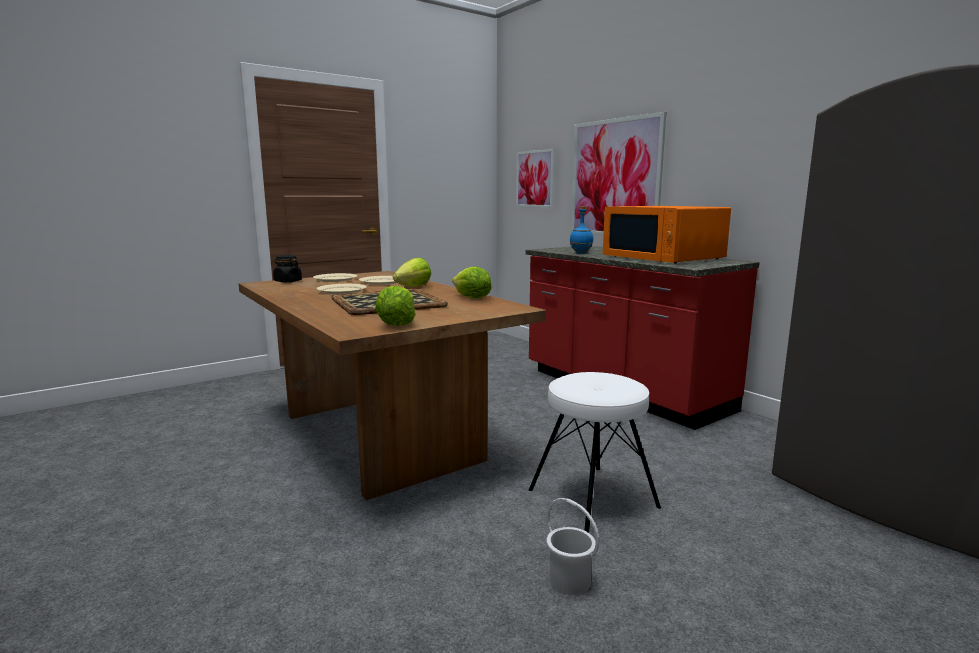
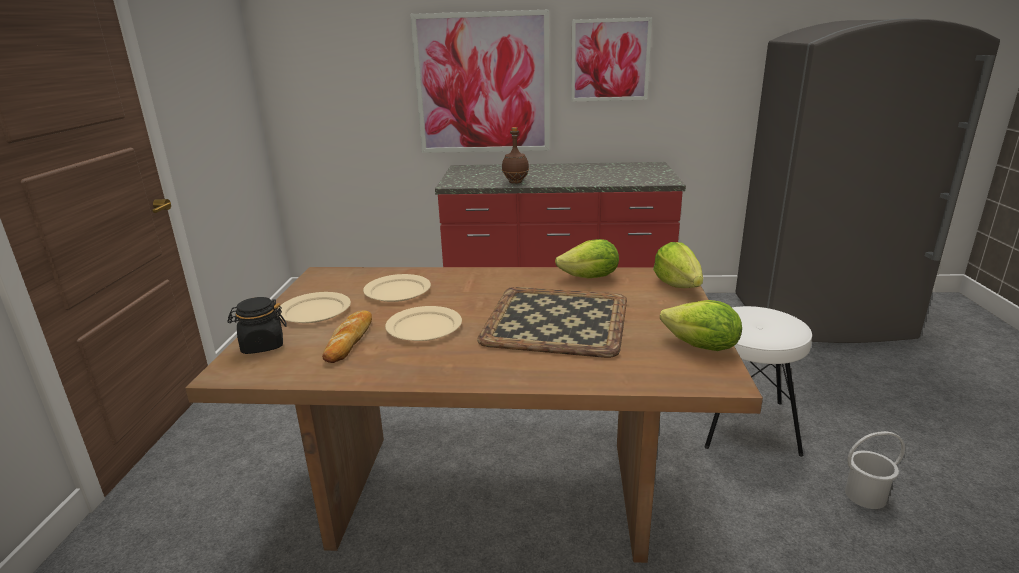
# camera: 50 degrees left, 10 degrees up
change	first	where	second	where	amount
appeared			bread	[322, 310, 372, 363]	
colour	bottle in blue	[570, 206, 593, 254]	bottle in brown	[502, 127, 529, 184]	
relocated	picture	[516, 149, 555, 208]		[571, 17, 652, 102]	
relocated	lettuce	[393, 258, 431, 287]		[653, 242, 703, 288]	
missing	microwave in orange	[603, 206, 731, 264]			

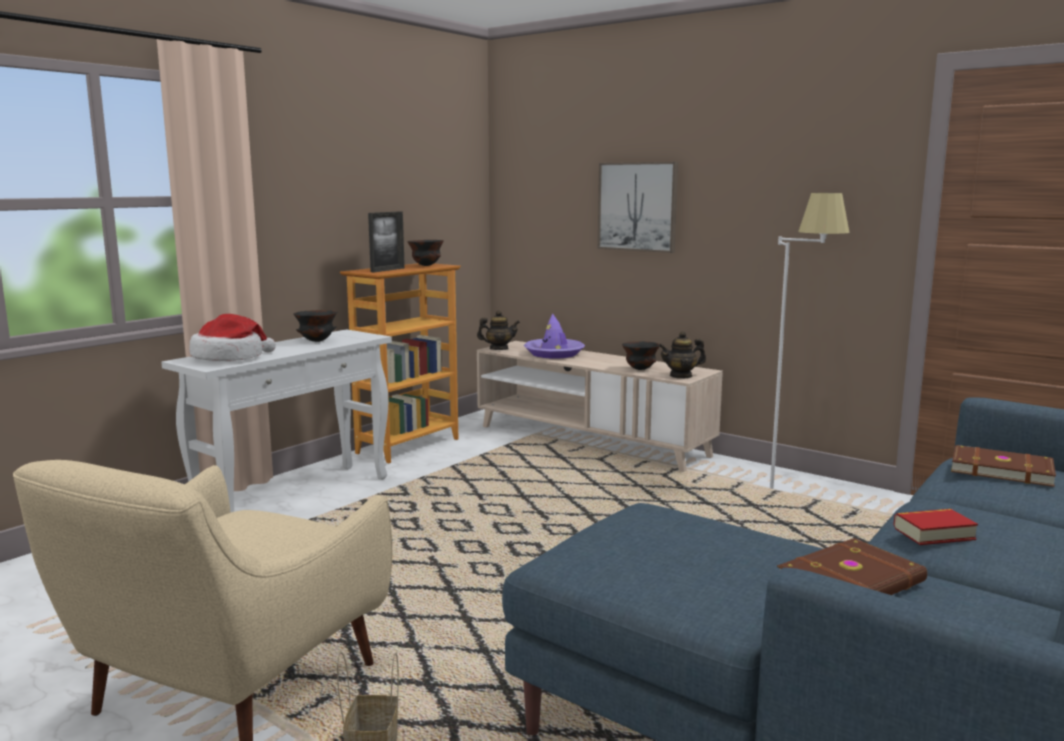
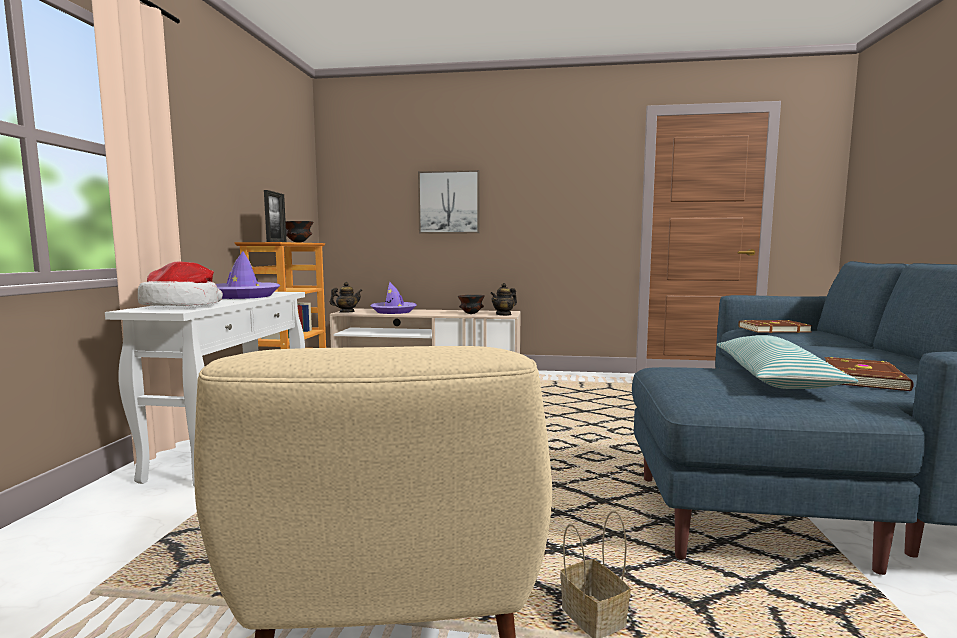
# camera: 30 degrees left, 5 degrees down
change	first	where	second	where	amount
exchanged	bowl in black	[293, 310, 337, 342]	hat in purple	[216, 251, 281, 299]	
appeared			pillow	[717, 335, 858, 389]	
missing	floor lamp in white	[753, 193, 850, 493]			
missing	book	[894, 509, 978, 545]			

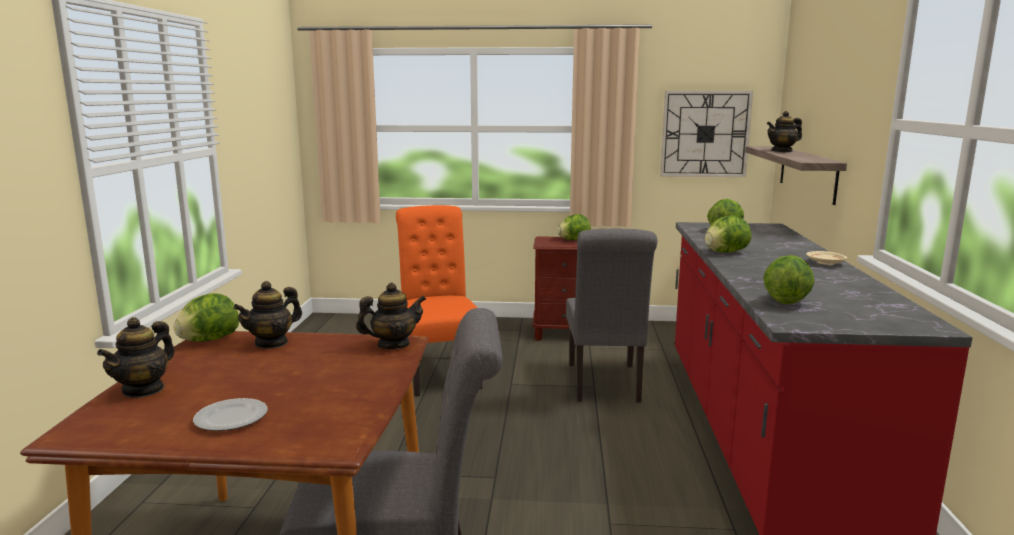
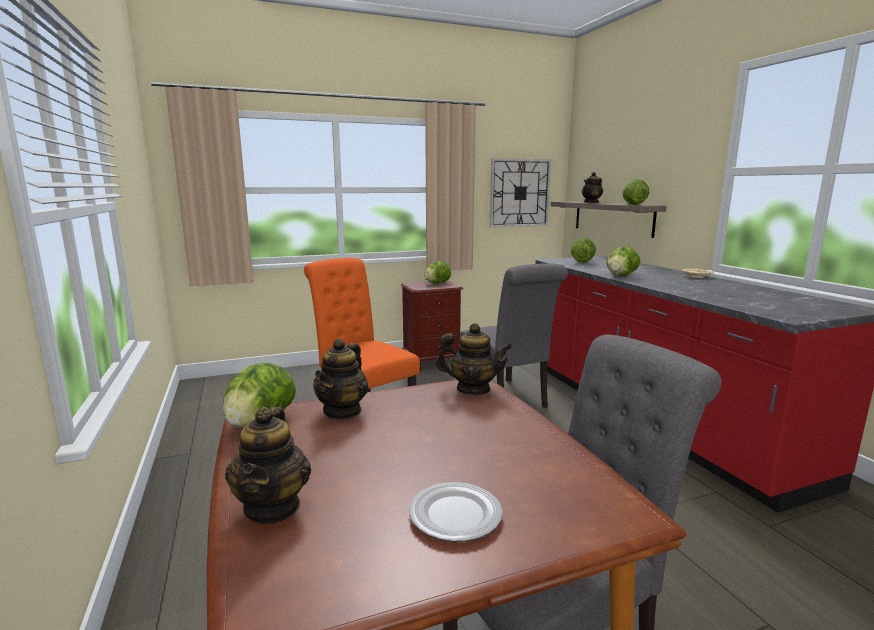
# camera: 25 degrees left, 0 degrees up
change	first	where	second	where	amount
spun	teapot	[356, 282, 426, 349]		[436, 323, 513, 395]	60 degrees clockwise
relocated	lettuce	[763, 255, 814, 304]		[623, 179, 649, 205]	

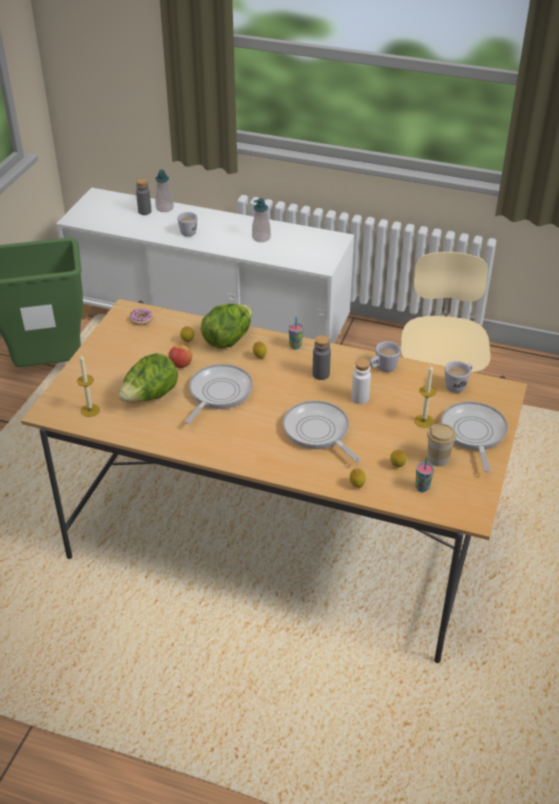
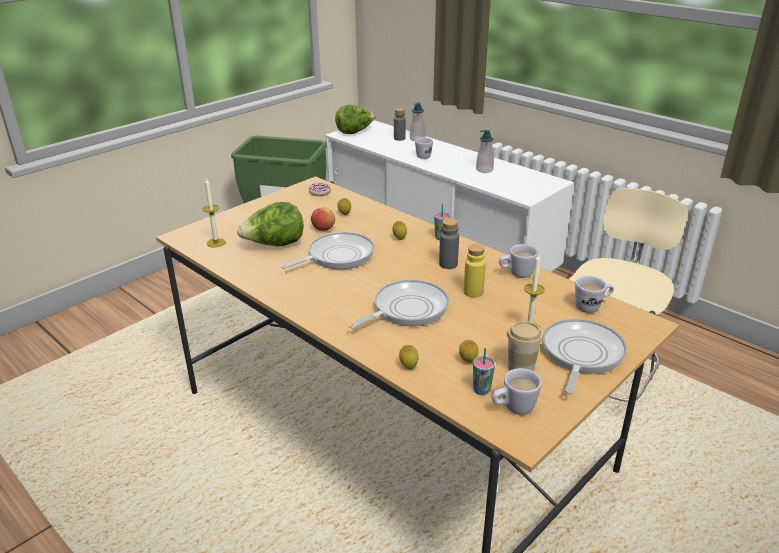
# camera: 25 degrees right, 10 degrees down
change	first	where	second	where	amount
relocated	lettuce	[201, 303, 252, 349]		[335, 105, 376, 134]	
spun	frying pan	[283, 401, 361, 462]		[349, 280, 449, 329]	60 degrees clockwise
colour	bottle in white	[351, 358, 371, 404]	bottle in yellow	[464, 244, 486, 298]	
appeared			mug in white	[492, 368, 542, 415]	

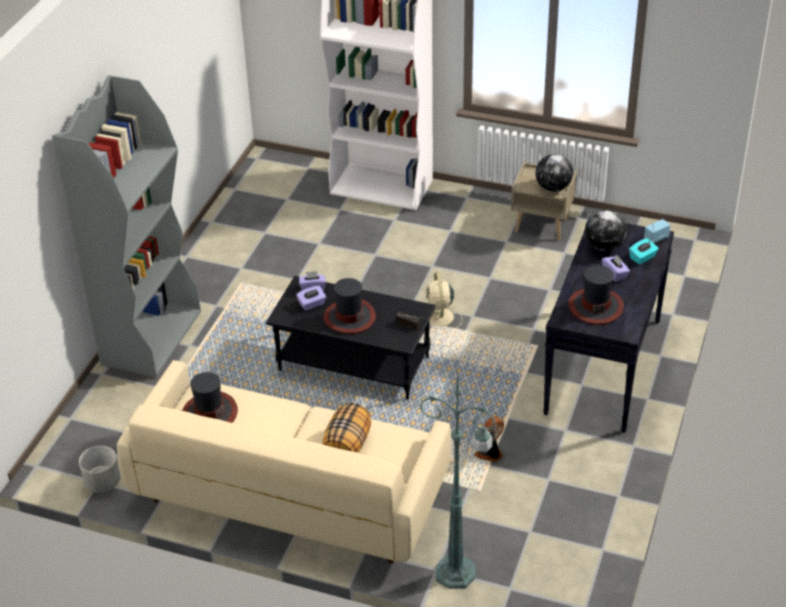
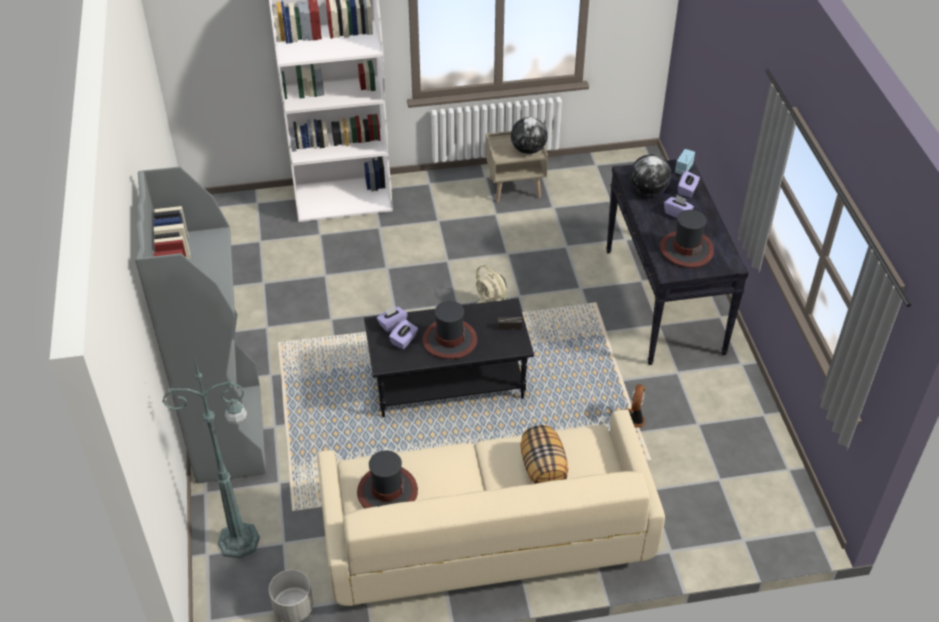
# camera: 30 degrees left, 5 degrees up
change	first	where	second	where	amount
relocated	floor lamp in green	[420, 373, 495, 589]		[162, 354, 260, 558]	
colour	tissue box in turquoise	[629, 238, 659, 265]	tissue box in purple	[678, 171, 700, 198]	

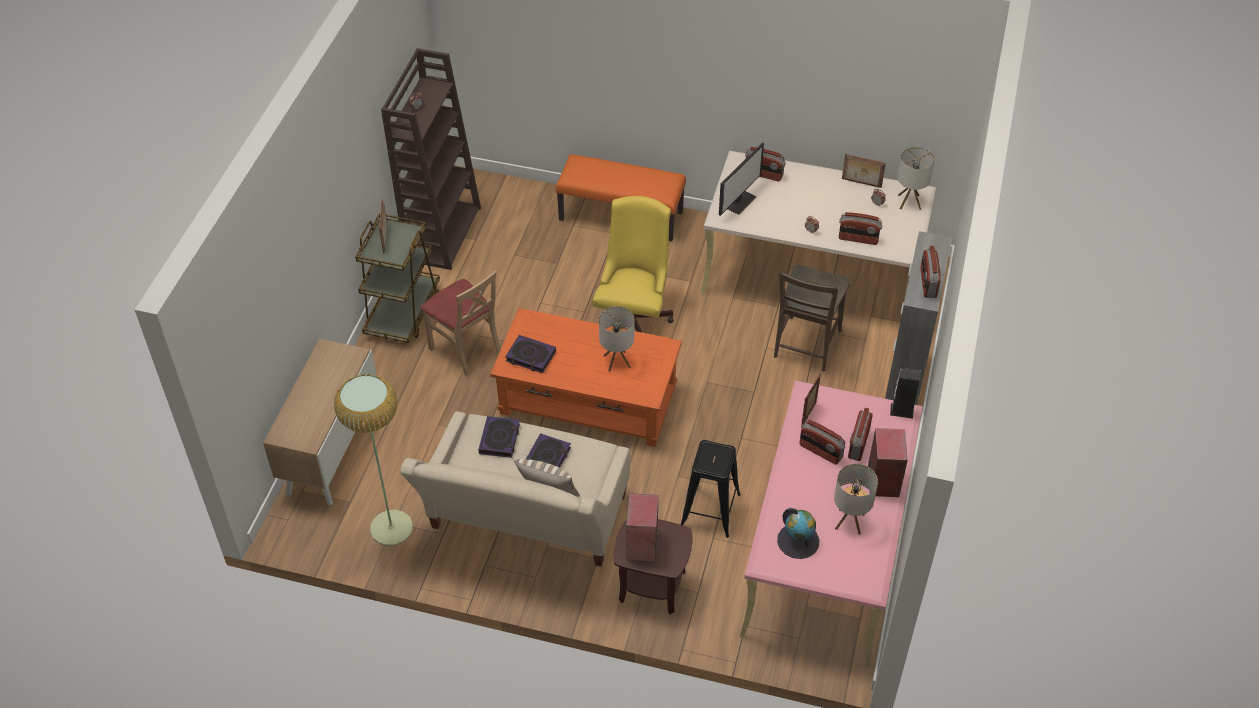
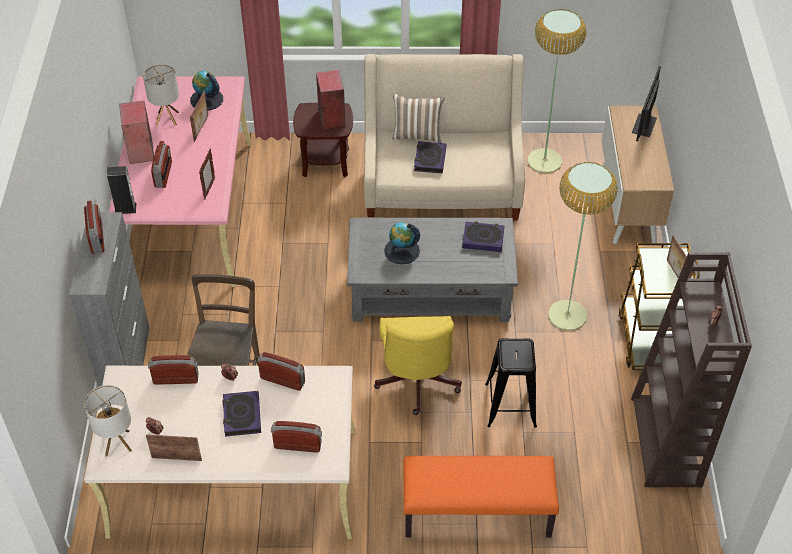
# camera: 165 degrees right, 0 degrees up
change	first	where	second	where	amount
appeared			picture frame	[190, 91, 208, 142]	
relocated	book	[479, 416, 520, 458]		[222, 391, 261, 437]	
relocated	radio	[799, 420, 845, 465]		[258, 352, 305, 391]	
colour	coffee table in orange	[490, 308, 682, 447]	coffee table in grey	[347, 218, 518, 322]	
exchanged	table lamp	[599, 306, 634, 372]	globe	[384, 222, 420, 264]	
relocated	stool in black	[680, 440, 741, 538]		[485, 338, 537, 428]	
exchanged	chair in beige	[421, 271, 501, 376]	floor lamp	[548, 162, 618, 331]	
relocated	monitor	[719, 143, 764, 216]		[631, 66, 661, 141]	

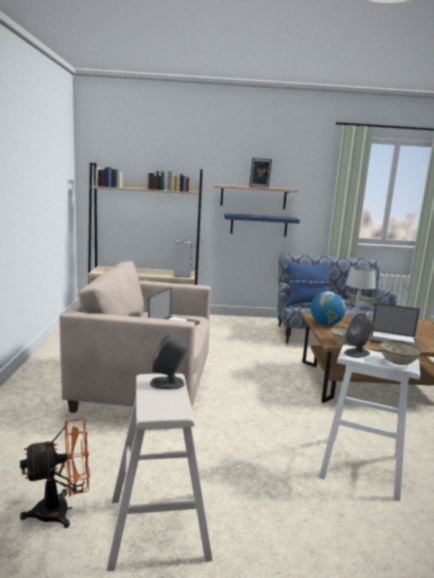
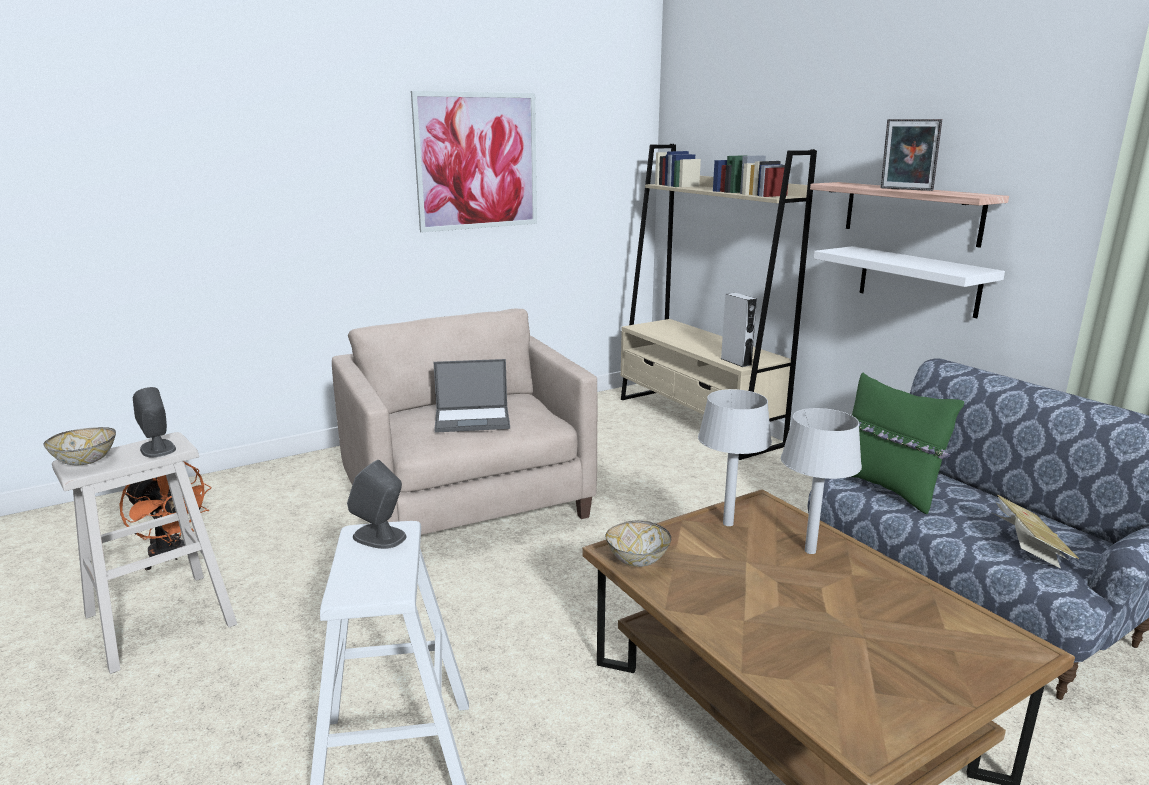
# camera: 60 degrees right, 5 degrees up
change	first	where	second	where	amount
relocated	bowl	[380, 340, 421, 365]		[44, 427, 116, 465]	
appeared			picture	[411, 91, 537, 232]	
exchanged	globe	[311, 291, 346, 326]	table lamp in grey	[698, 389, 772, 526]	
colour	shelf in blue	[224, 213, 300, 237]	shelf in white	[814, 246, 1005, 318]	
colour	pillow in blue	[287, 261, 332, 306]	pillow in green	[851, 373, 964, 514]	
missing	laptop	[371, 303, 420, 348]			

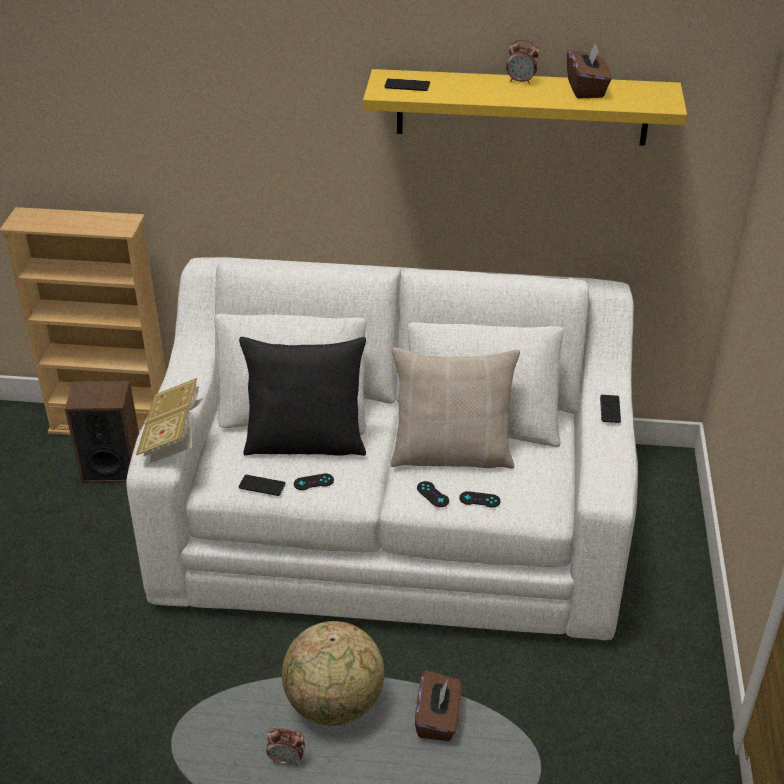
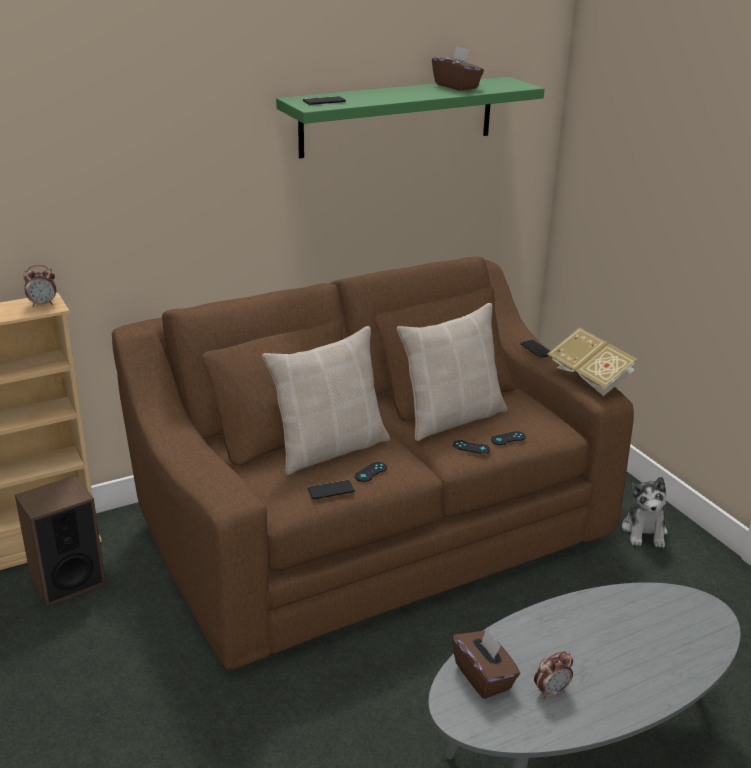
# camera: 35 degrees left, 10 degrees down
change	first	where	second	where	amount
relocated	alarm clock	[506, 39, 539, 84]		[23, 265, 56, 307]	
colour	sofa in white	[126, 257, 638, 640]	sofa in brown	[112, 257, 634, 669]	
colour	pillow in black	[239, 337, 366, 456]	pillow in beige	[262, 326, 390, 475]	
colour	shelf in yellow	[363, 69, 687, 146]	shelf in green	[276, 77, 545, 159]	
relocated	tissue box in brown	[415, 670, 462, 741]		[452, 627, 520, 699]	
relocated	book	[136, 378, 205, 463]		[547, 328, 637, 396]	
appeared			plush toy	[622, 477, 668, 548]	
missing	globe	[282, 621, 384, 726]			

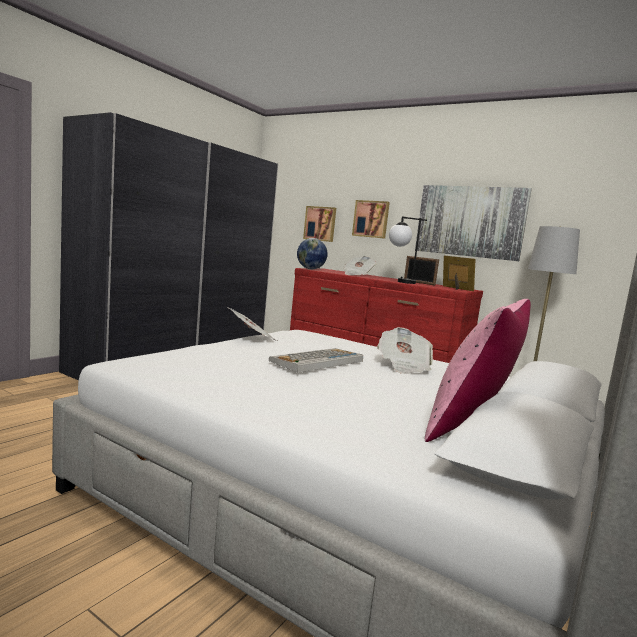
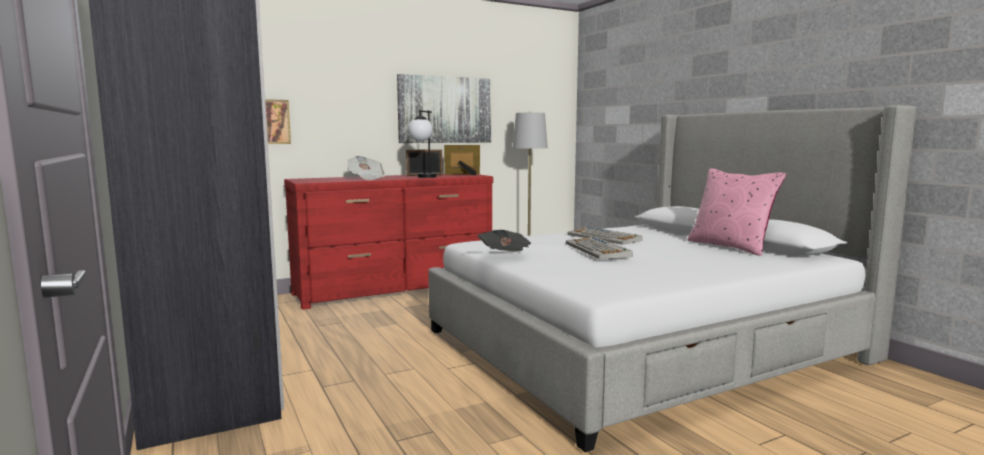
# camera: 60 degrees left, 0 degrees up
change	first	where	second	where	amount
exchanged	newspaper	[377, 327, 433, 374]	keyboard	[568, 227, 642, 245]	
missing	globe	[297, 238, 328, 269]			
missing	picture	[352, 200, 390, 239]			

